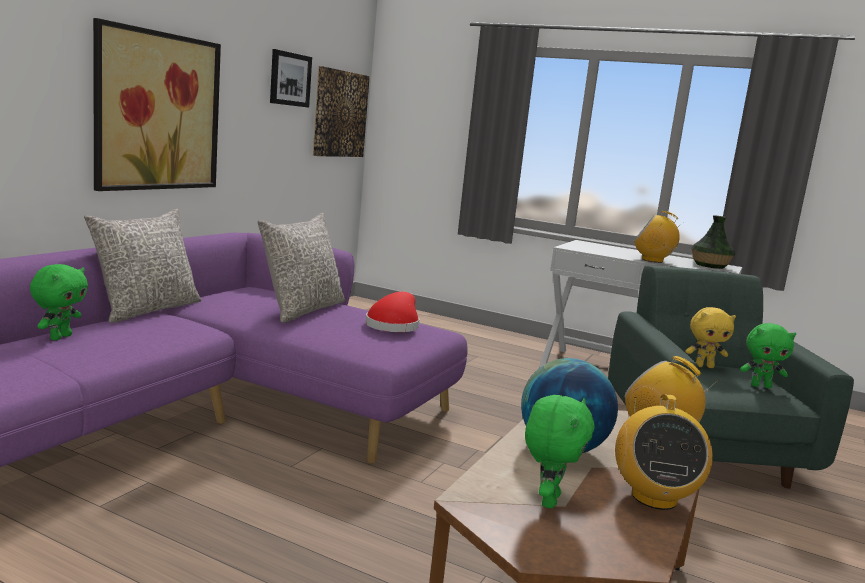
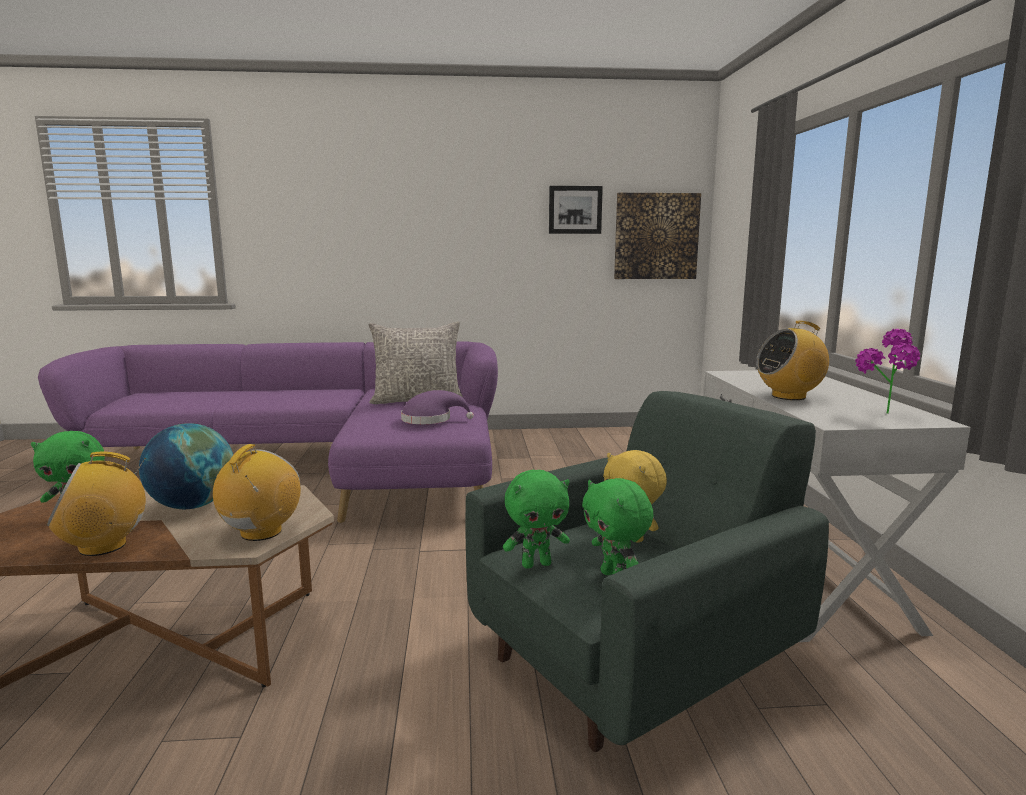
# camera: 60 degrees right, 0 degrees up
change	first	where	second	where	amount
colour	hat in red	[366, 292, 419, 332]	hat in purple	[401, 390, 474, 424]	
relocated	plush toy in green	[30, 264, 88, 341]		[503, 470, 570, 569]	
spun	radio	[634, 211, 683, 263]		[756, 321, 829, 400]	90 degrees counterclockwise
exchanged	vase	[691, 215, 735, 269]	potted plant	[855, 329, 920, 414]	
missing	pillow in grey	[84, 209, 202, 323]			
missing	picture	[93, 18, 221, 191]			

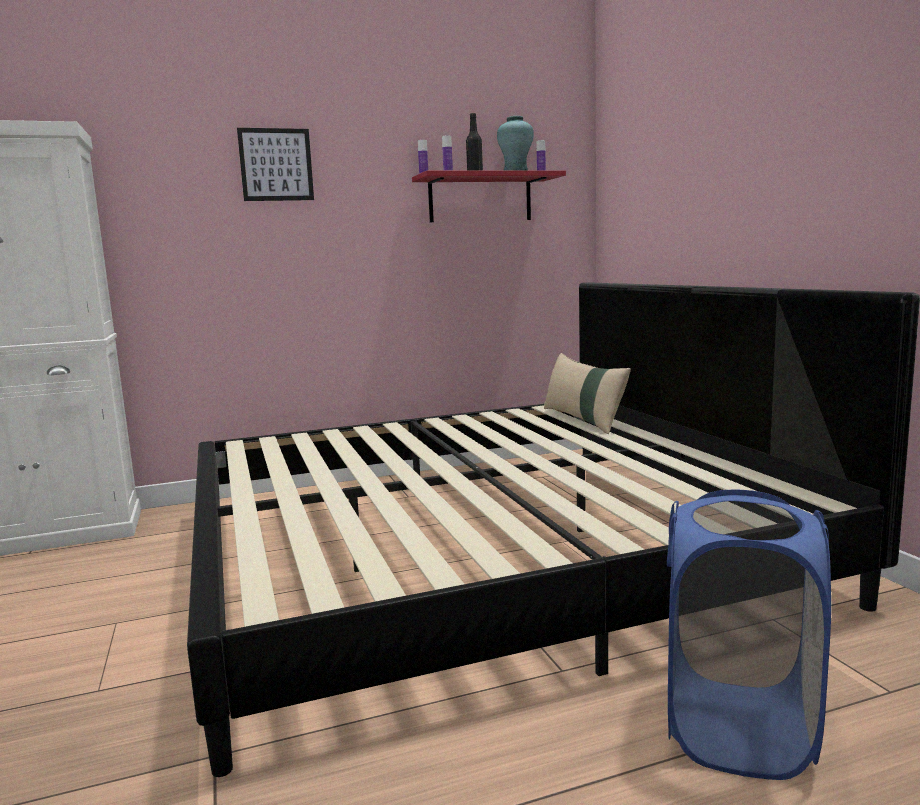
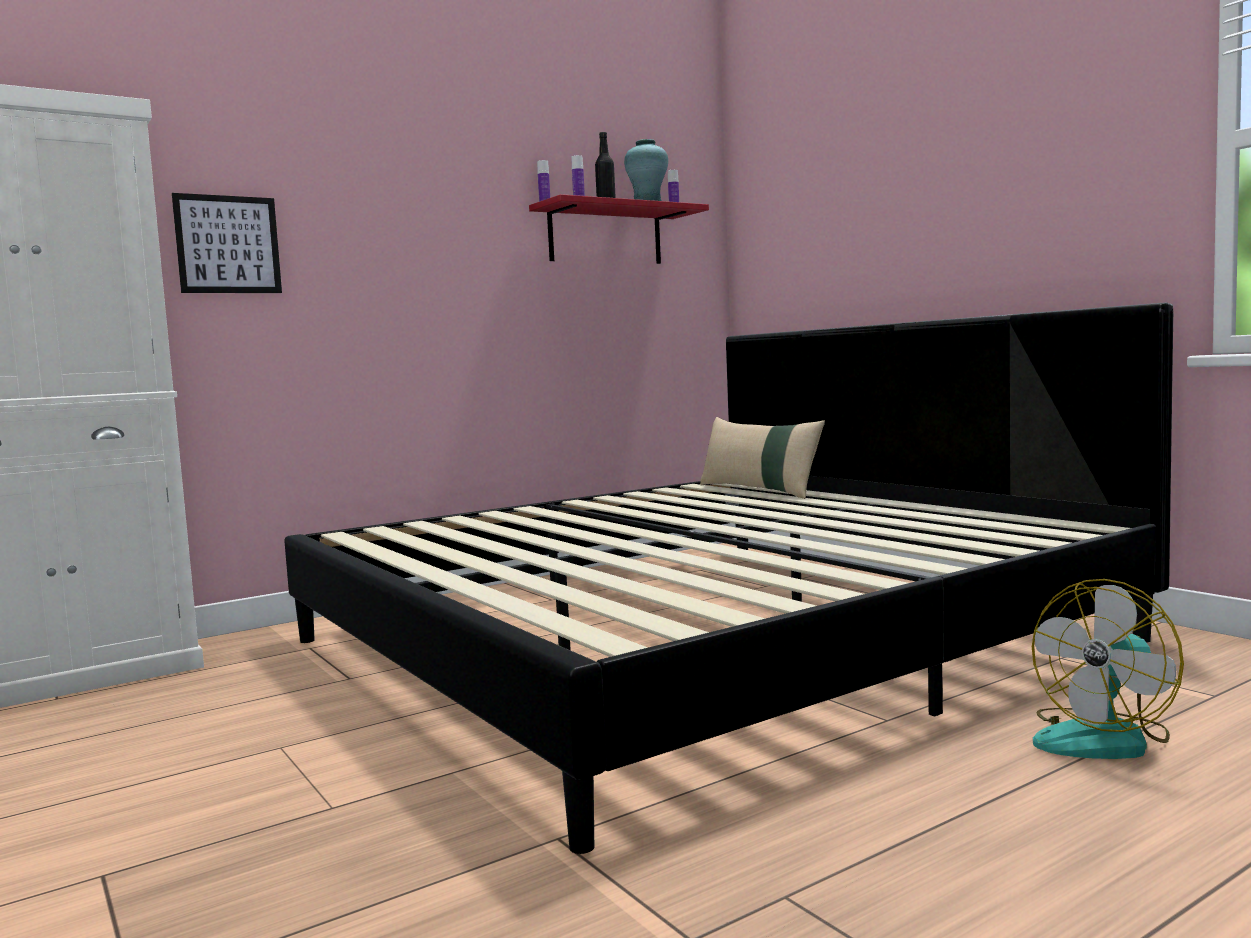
# camera: 15 degrees left, 5 degrees down
change	first	where	second	where	amount
relocated	picture	[237, 128, 314, 201]		[172, 193, 282, 293]	
exchanged	laundry basket in blue	[667, 490, 831, 780]	fan	[1032, 579, 1184, 759]	

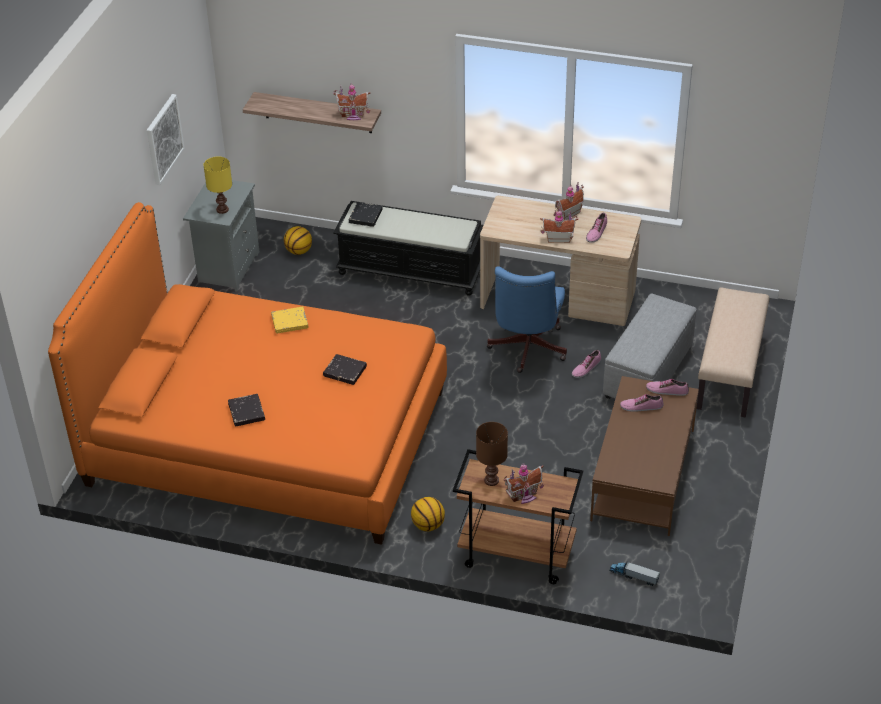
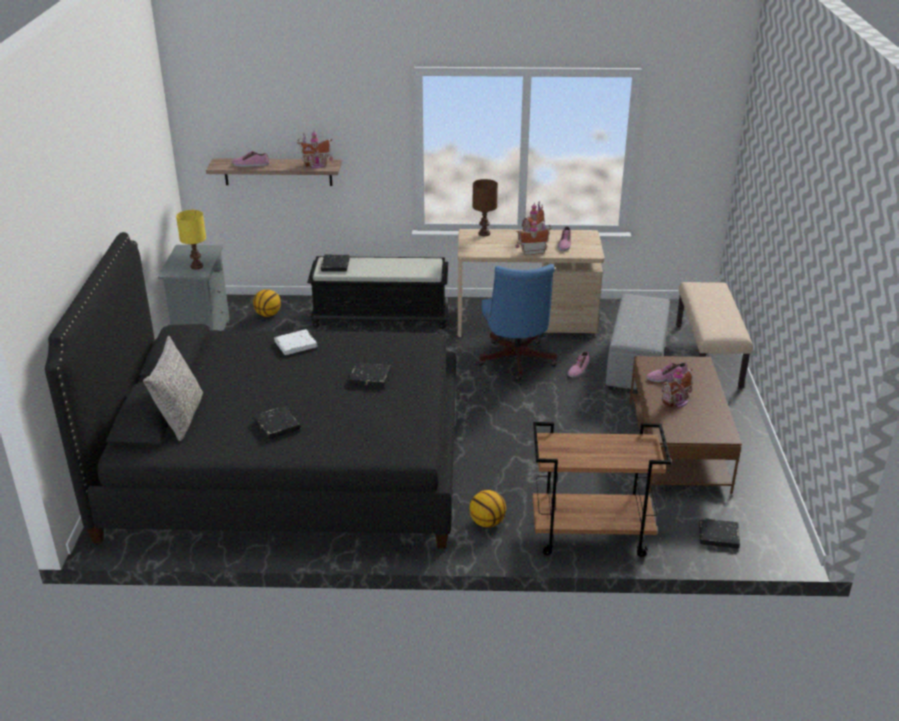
# camera: 15 degrees left, 10 degrees down
change	first	where	second	where	amount
colour	bed in orange	[48, 202, 447, 545]	bed in black	[45, 232, 456, 548]	
appeared			pillow in grey	[143, 336, 203, 441]	
relocated	shoe	[646, 379, 689, 396]		[232, 151, 269, 167]	
colour	book in yellow	[271, 307, 309, 334]	book in white	[274, 329, 318, 355]	
relocated	table lamp in brown	[476, 422, 508, 486]		[472, 179, 498, 236]	
relocated	toy house	[504, 463, 544, 504]		[661, 365, 693, 408]	
exchanged	toy truck	[609, 561, 660, 586]	book in black	[699, 518, 740, 549]	
missing	picture	[147, 94, 184, 185]			

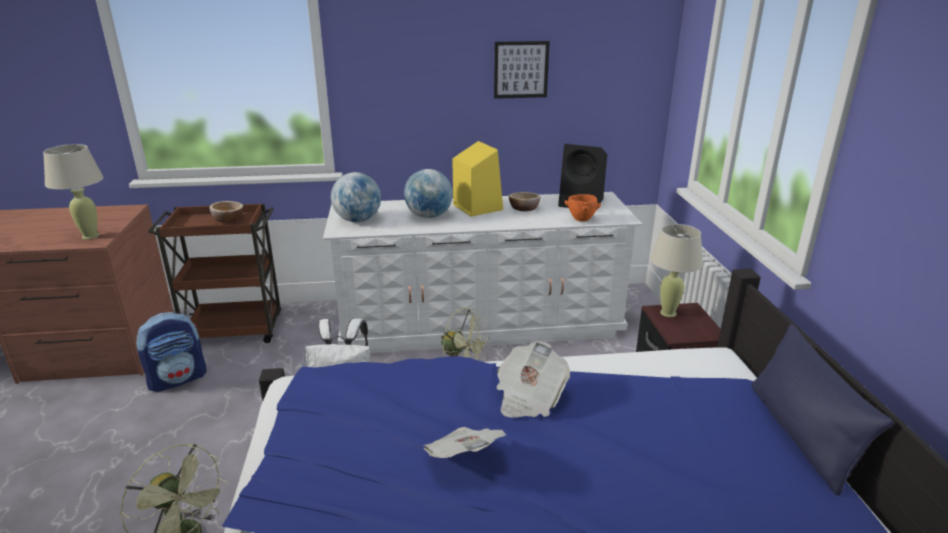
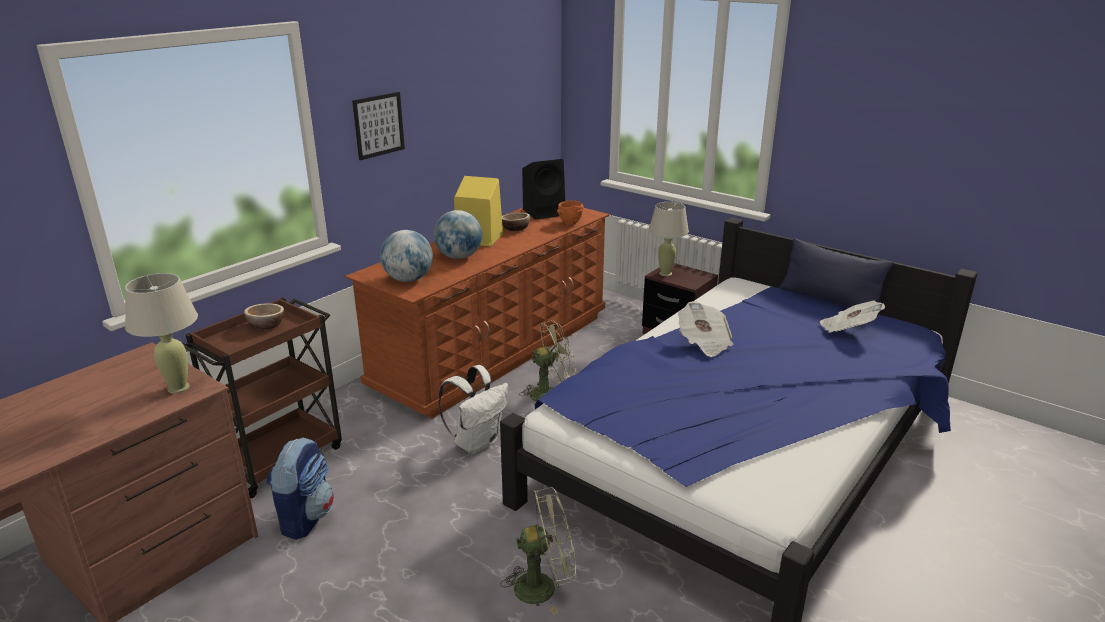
# camera: 45 degrees left, 0 degrees up
change	first	where	second	where	amount
colour	dresser in white	[323, 192, 643, 353]	dresser in brown	[345, 208, 610, 419]	
relocated	picture	[494, 41, 550, 99]		[352, 92, 405, 160]	
relocated	newspaper	[423, 427, 506, 458]		[820, 301, 885, 333]	

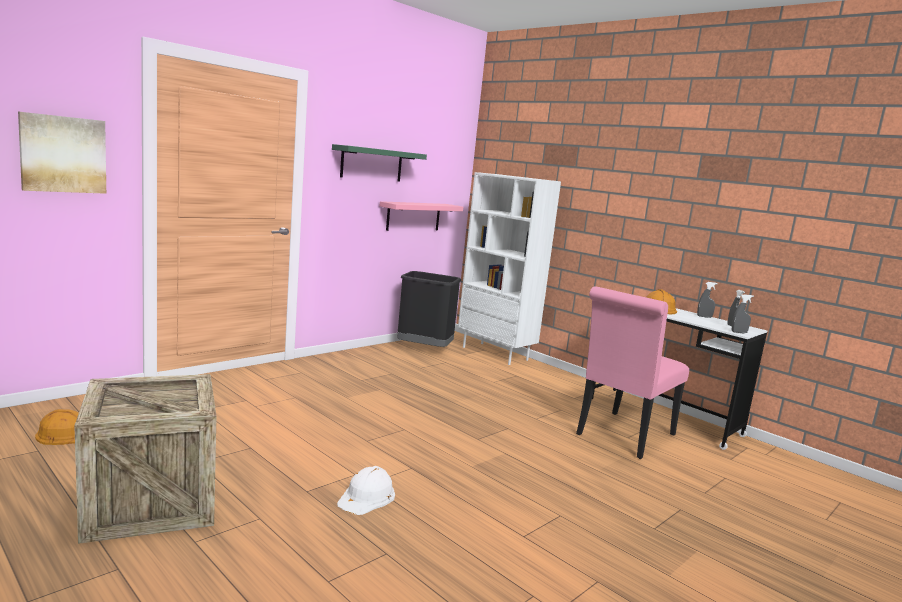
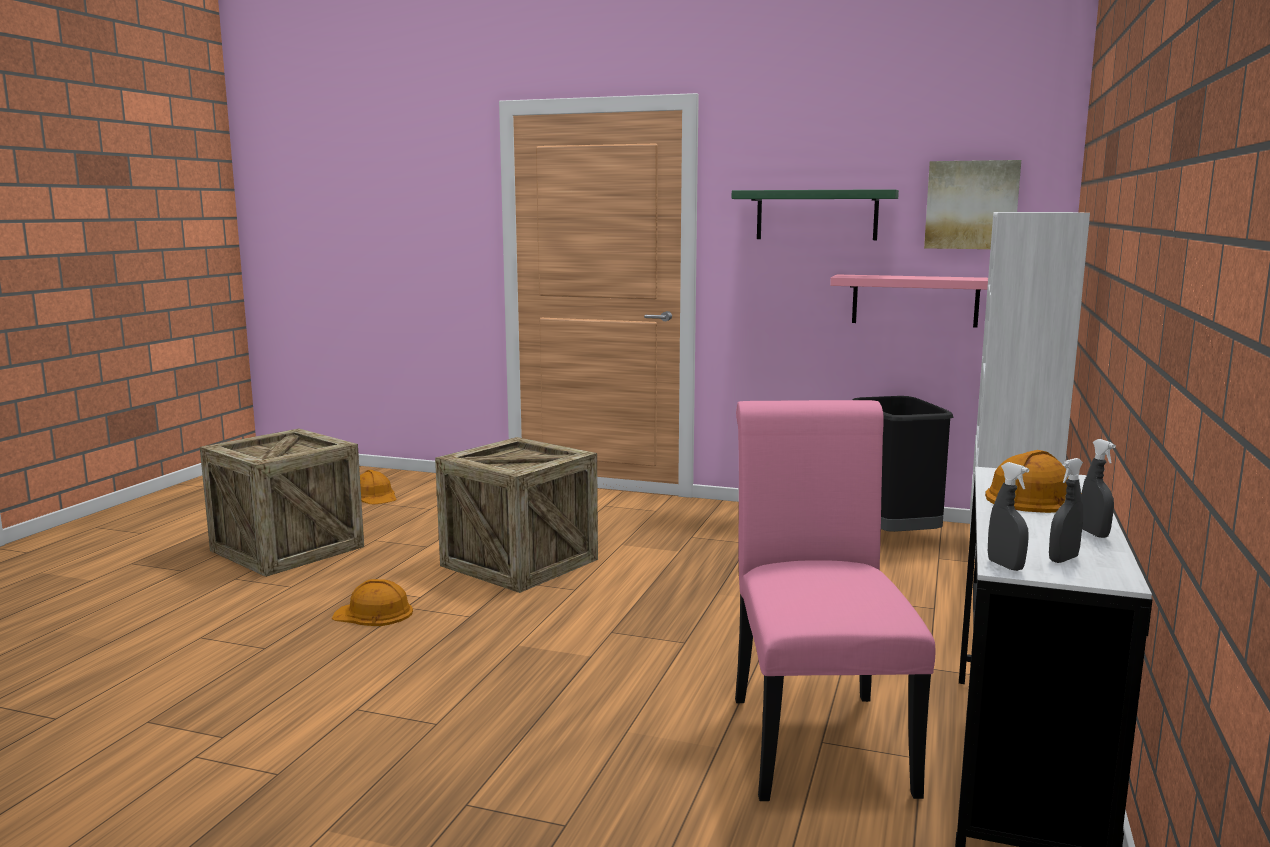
# camera: 65 degrees right, 0 degrees up
change	first	where	second	where	amount
colour	hard hat in white	[337, 466, 395, 515]	hard hat in orange	[332, 579, 413, 626]	
appeared			crate	[435, 437, 598, 593]	
spun	chair in pink	[576, 286, 689, 459]		[735, 400, 935, 801]	75 degrees clockwise
relocated	picture	[18, 112, 106, 194]		[924, 160, 1021, 249]	

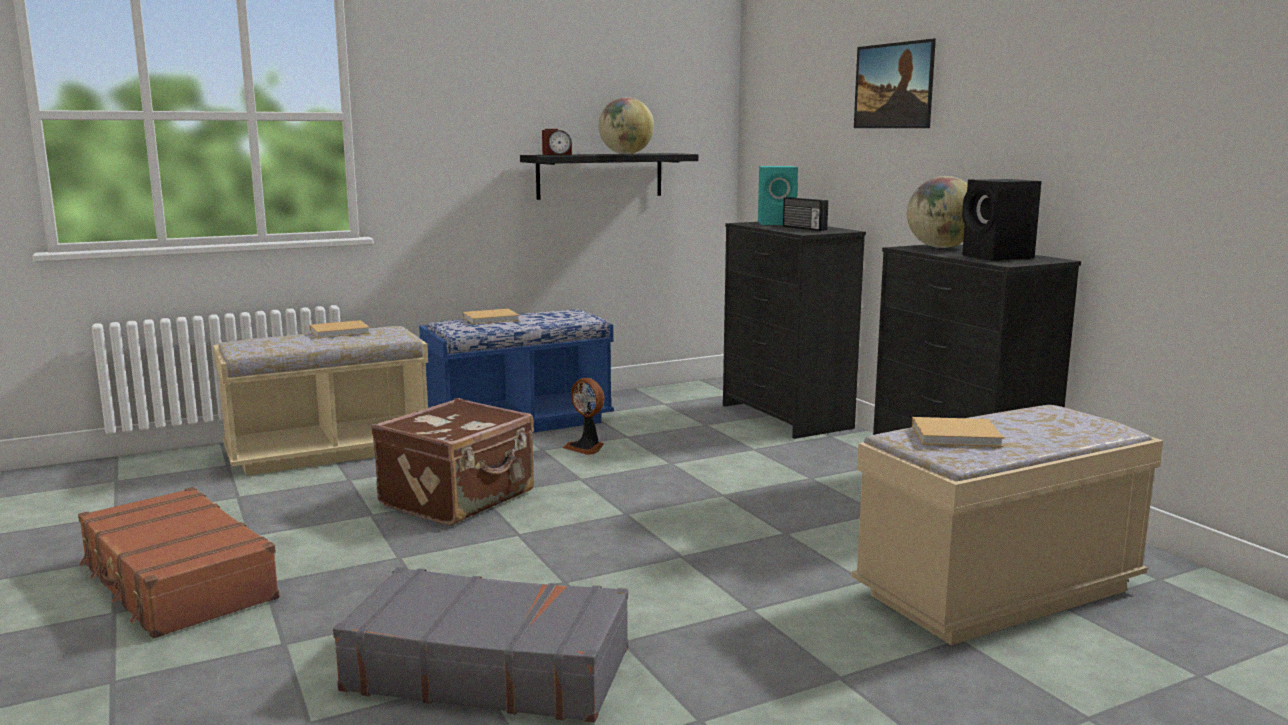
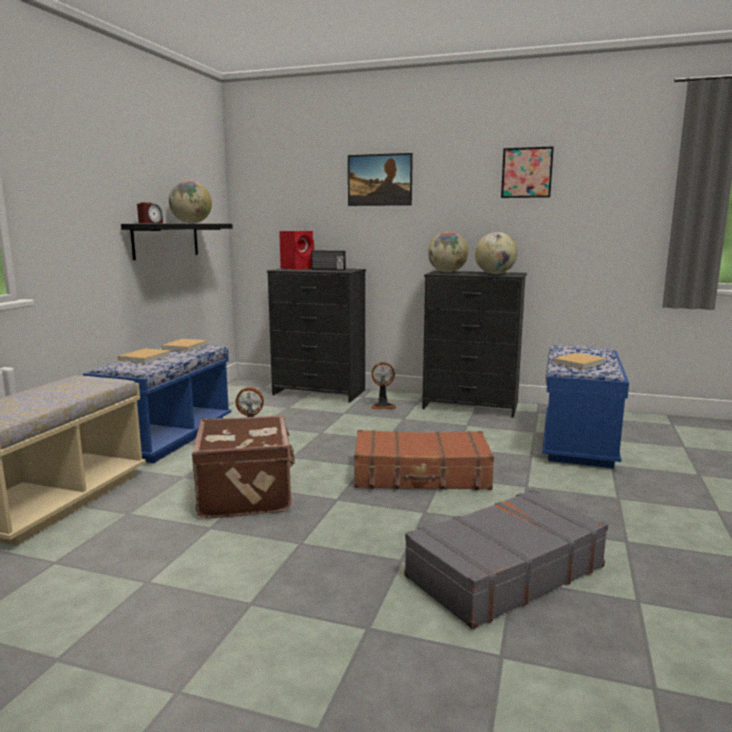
# camera: 45 degrees left, 0 degrees up
change	first	where	second	where	amount
relocated	book in beige	[309, 320, 370, 338]		[161, 339, 208, 351]	
colour	speaker in turquoise	[758, 166, 798, 225]	speaker in red	[279, 231, 314, 270]	
relocated	suitcase in brown	[78, 487, 280, 639]		[354, 430, 494, 490]	
appeared			fan	[371, 362, 396, 409]	
exchanged	speaker in black	[962, 179, 1042, 261]	globe	[475, 232, 518, 274]	
appeared			picture	[501, 146, 554, 198]	
colour	bench in beige	[851, 405, 1163, 645]	bench in blue	[542, 345, 629, 468]	

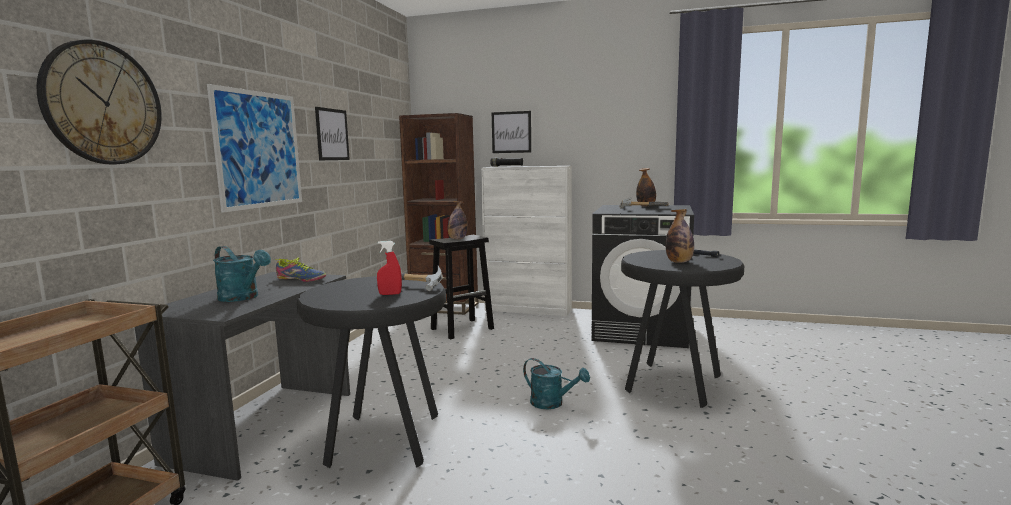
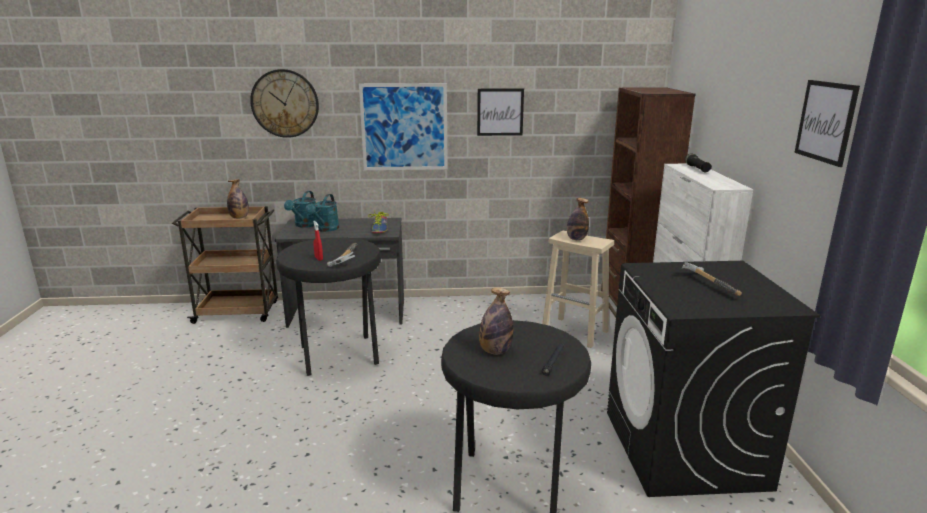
# camera: 70 degrees right, 10 degrees up
change	first	where	second	where	amount
relocated	bottle	[636, 168, 656, 207]		[227, 179, 249, 219]	
relocated	watering can in turquoise	[523, 358, 590, 409]		[284, 191, 316, 228]	
colour	stool in black	[429, 235, 494, 339]	stool in beige	[542, 231, 614, 348]	
relocated	picture	[492, 111, 531, 153]		[795, 80, 860, 167]	

